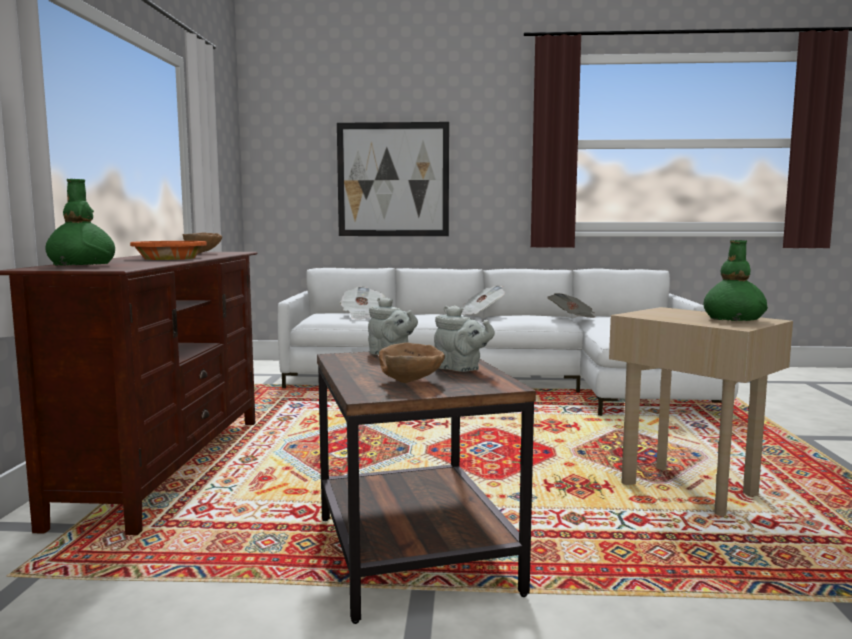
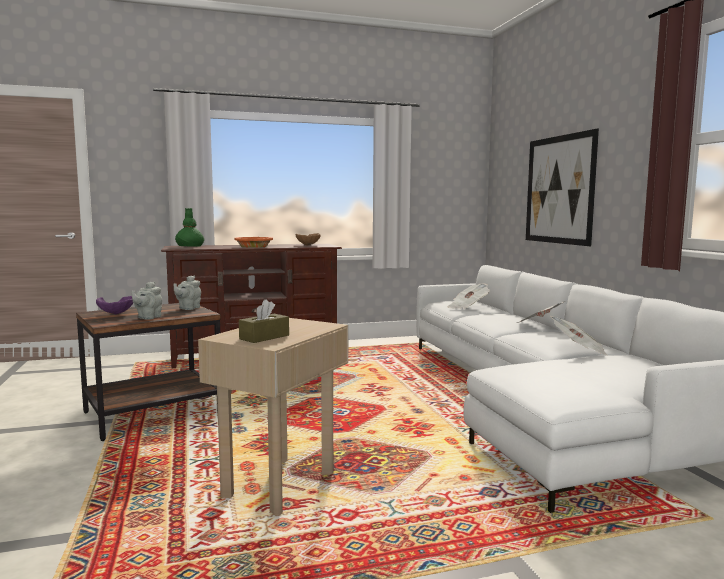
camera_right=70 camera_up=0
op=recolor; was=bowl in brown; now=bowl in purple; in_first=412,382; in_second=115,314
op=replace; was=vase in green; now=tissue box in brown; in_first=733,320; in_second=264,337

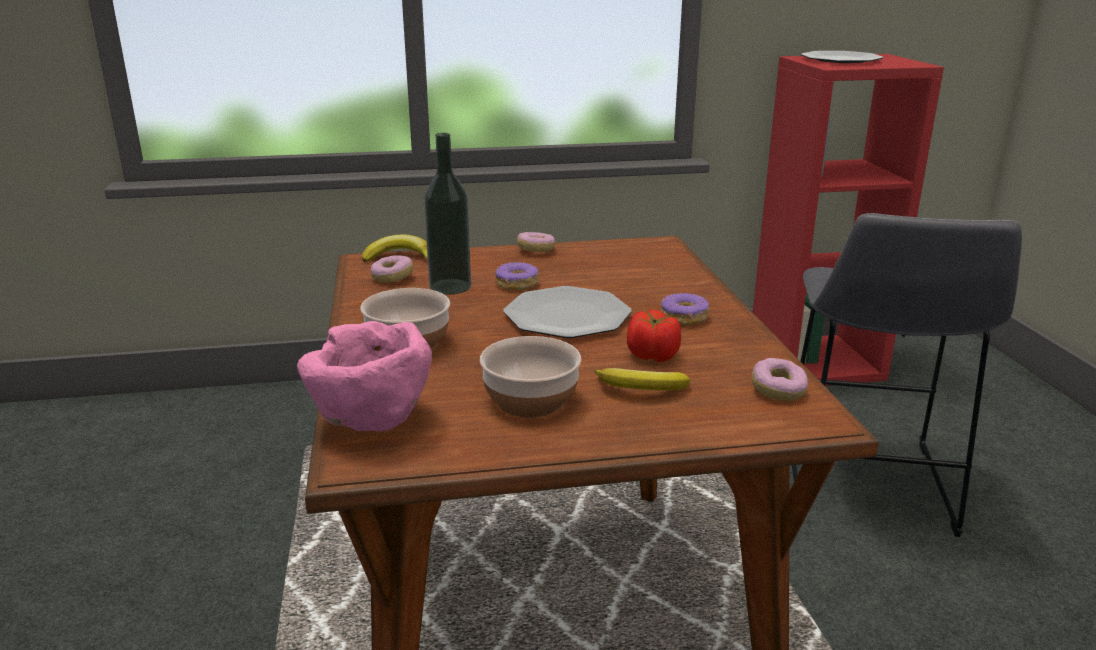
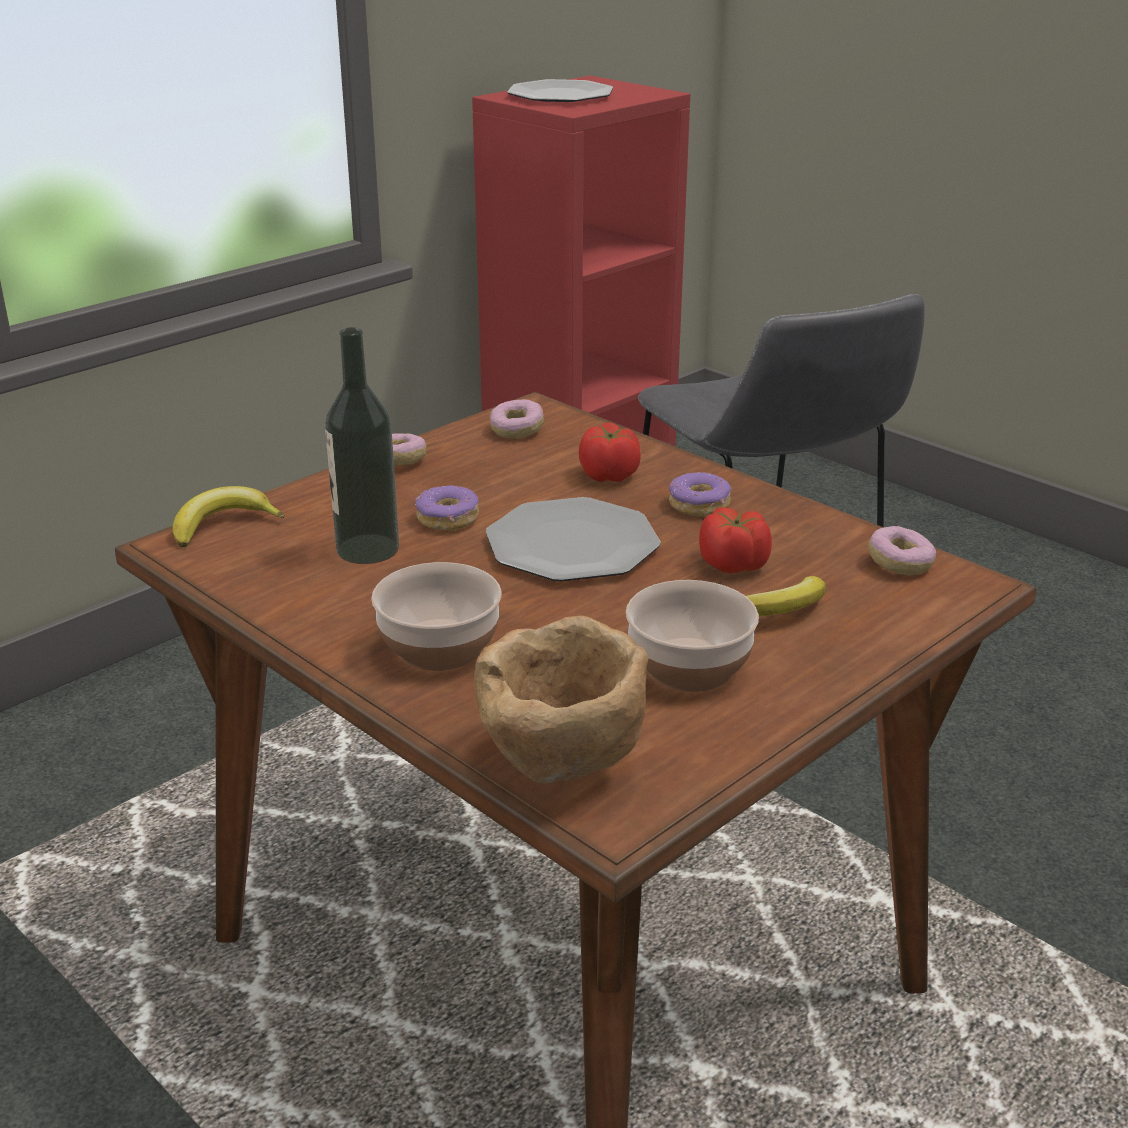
camera_right=-35 camera_up=5
op=recolor; was=bowl in pink; now=bowl in brown; in_first=372,424; in_second=561,766
op=move; was=donut; in_first=392,278; in_second=517,430
op=insert; now=tomato; in_second=609,475

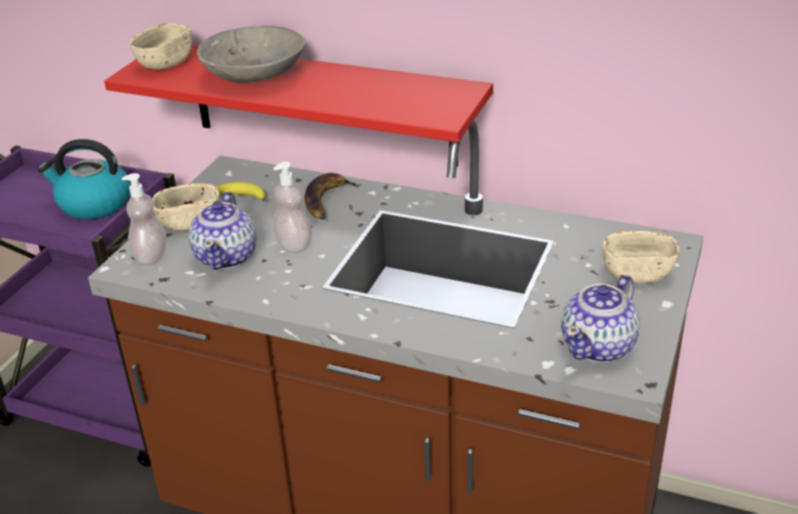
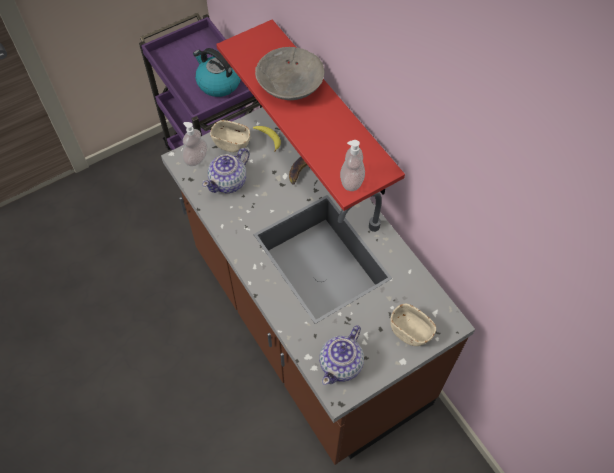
camera_right=35 camera_up=25
op=rotate; was=teapot; in_first=599,346; in_second=341,364; clockwise=-45
op=move; was=soap dispenser; in_first=294,245; in_second=351,181
op=delete; was=bowl in beige; in_first=165,62

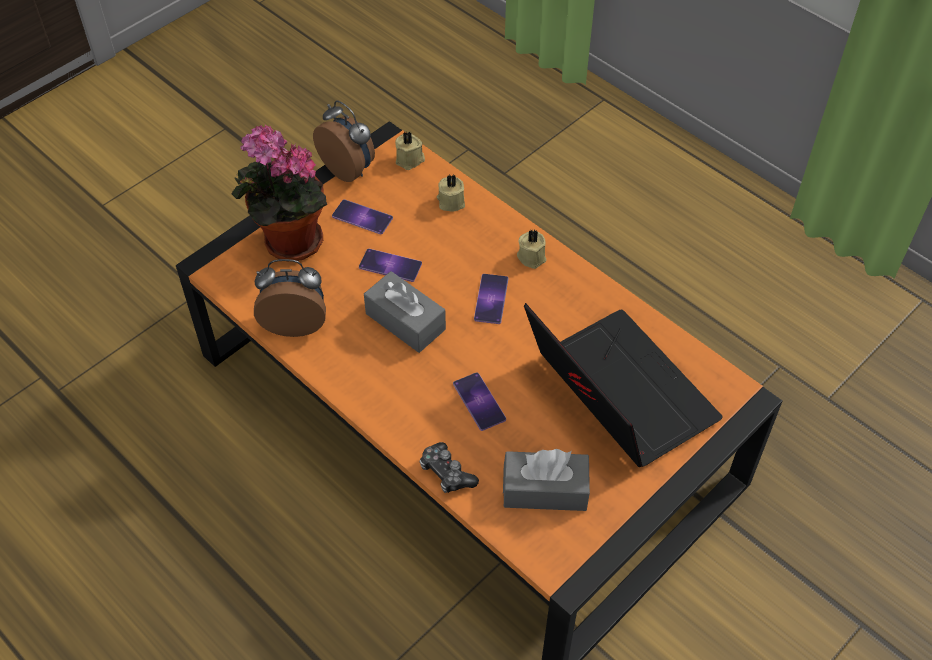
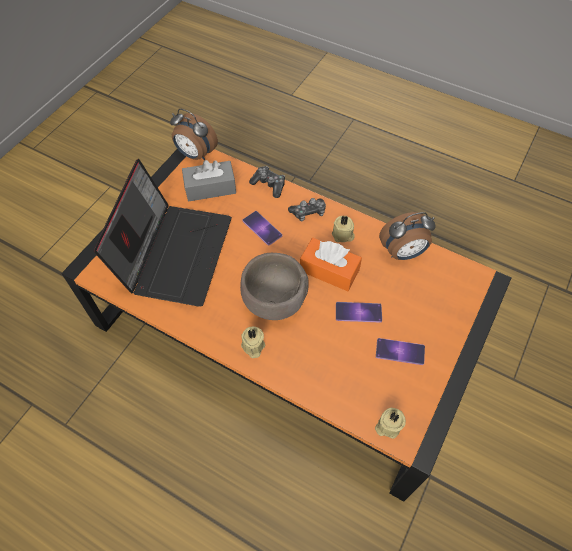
camera_right=165 camera_up=5
op=rotate; was=laptop; in_first=615,393; in_second=175,252; clockwise=-120
op=move; was=alarm clock; in_first=349,169; in_second=195,155
op=replace; was=phone; now=bowl in brown; in_first=491,299; in_second=274,302
op=insert; now=game controller; in_second=308,213
op=recolor; was=tissue box in grey; now=tissue box in orange; in_first=405,321; in_second=329,270
op=move; was=candle in beige; in_first=450,201; in_second=343,235
op=delete; was=potted plant; in_first=288,243

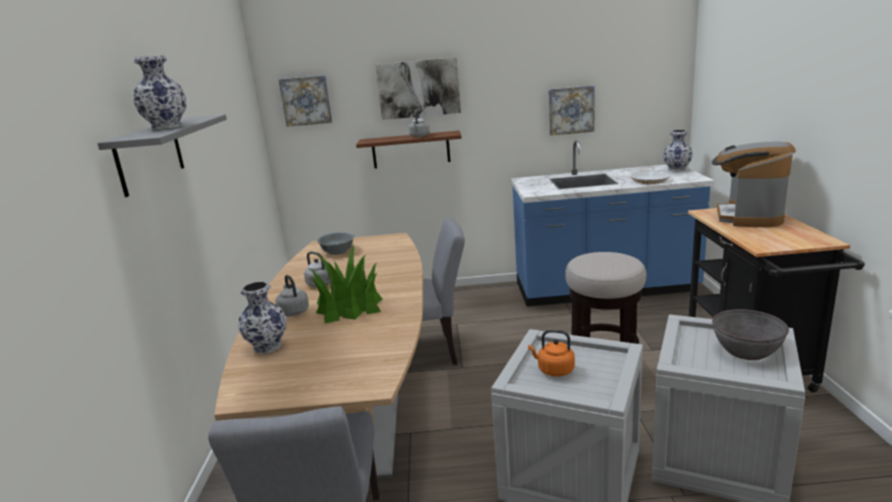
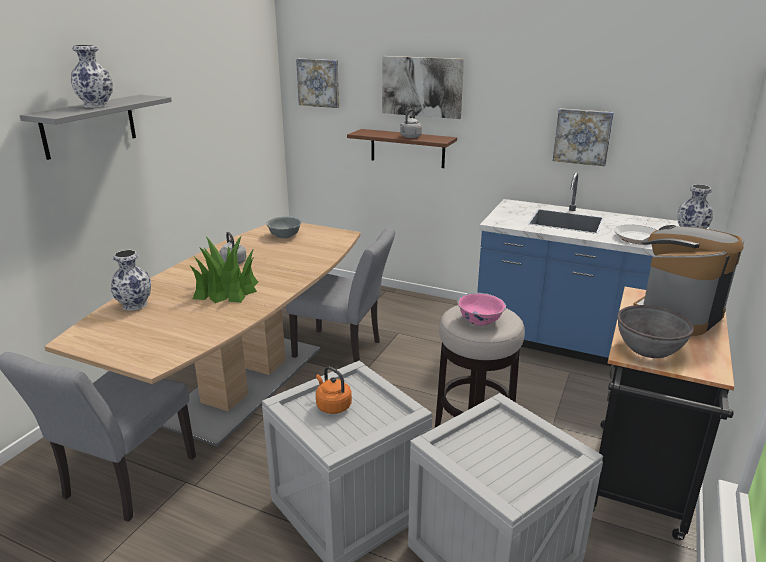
camera_right=25 camera_up=5
op=insert; now=bowl in pink; in_second=479,319
op=move; was=bowl in grey; in_first=747,351; in_second=649,348
op=delete; was=kettle in grey; in_first=293,311

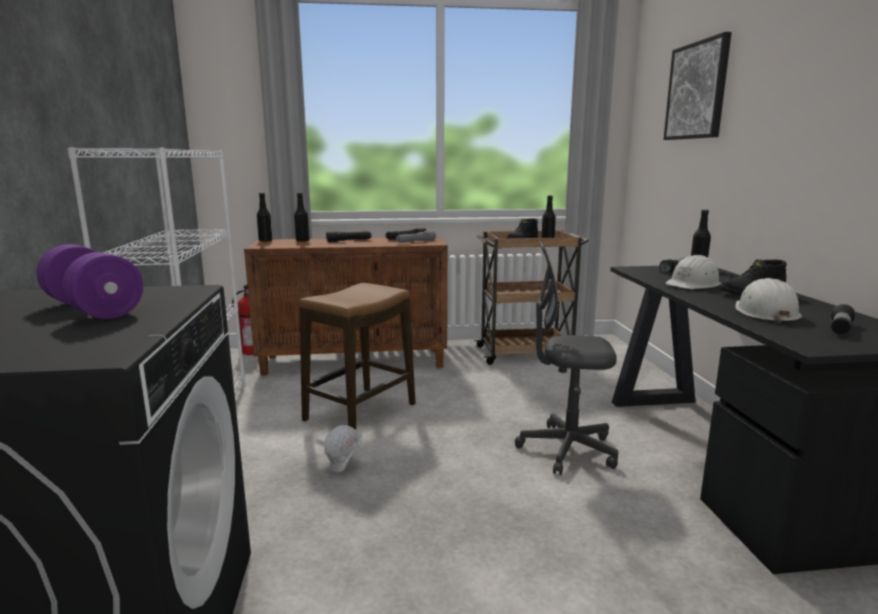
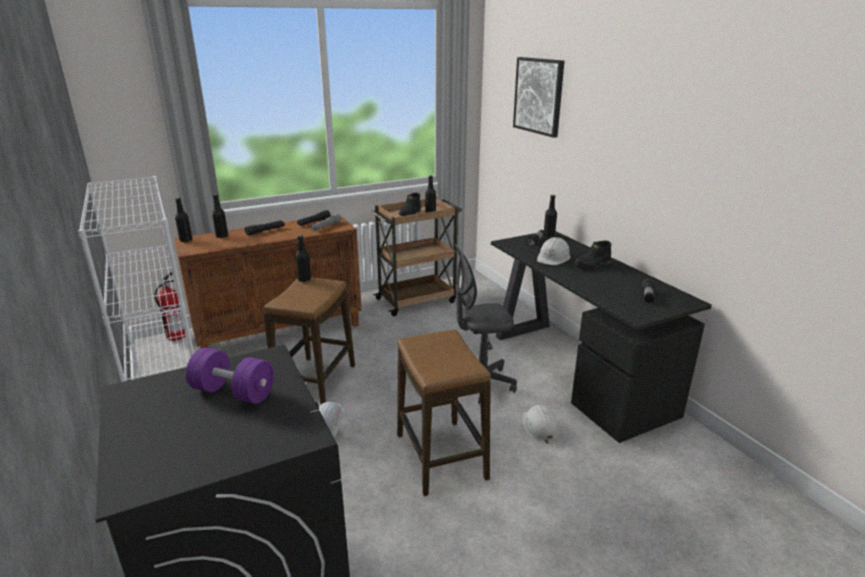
camera_right=-20 camera_up=10
op=insert; now=bottle in black; in_second=304,280
op=insert; now=stool; in_second=440,456
op=move; was=hard hat in white; in_first=765,312; in_second=539,427

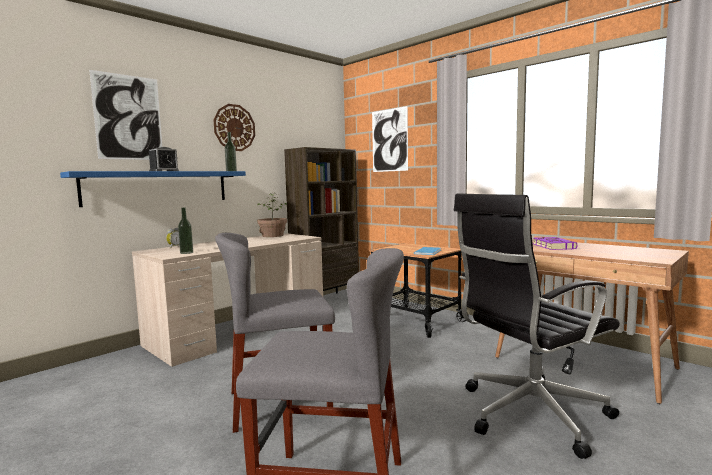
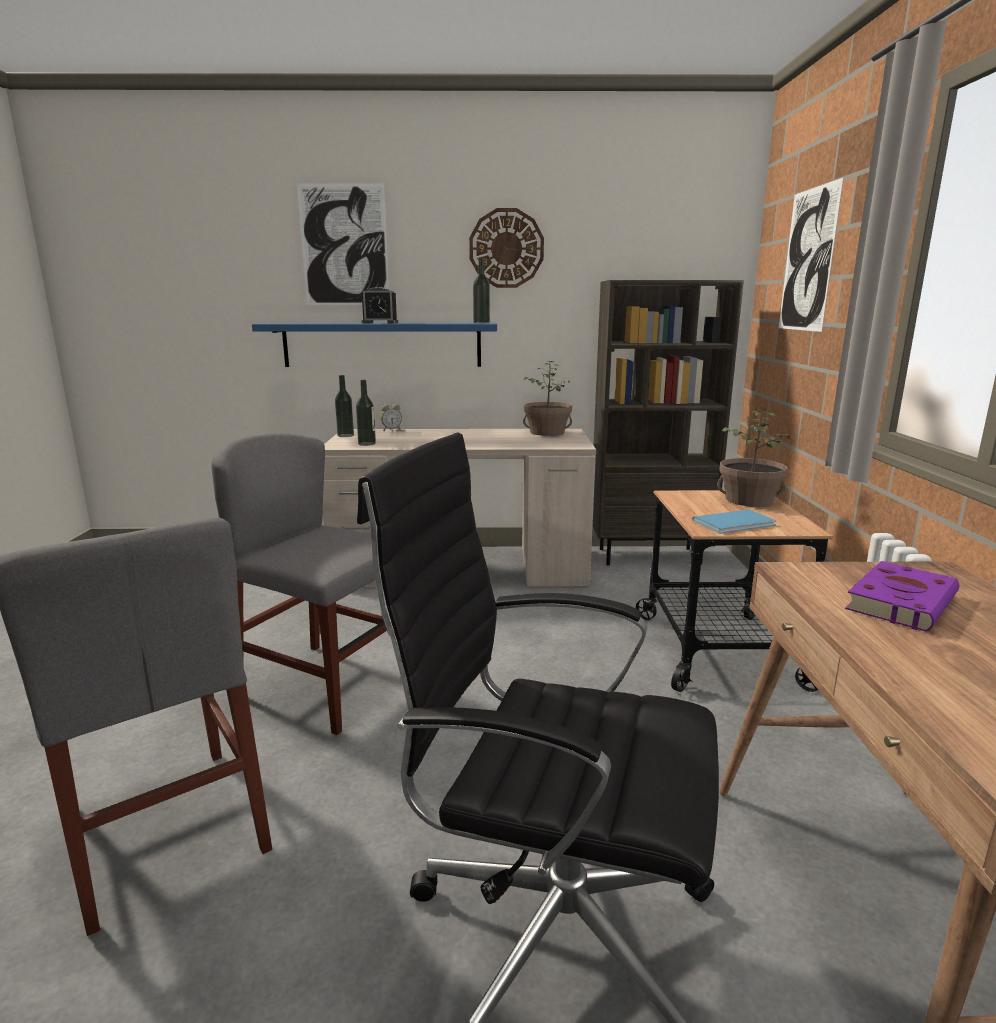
camera_right=45 camera_up=10
op=insert; now=bottle; in_second=345,435
op=insert; now=potted plant; in_second=749,500

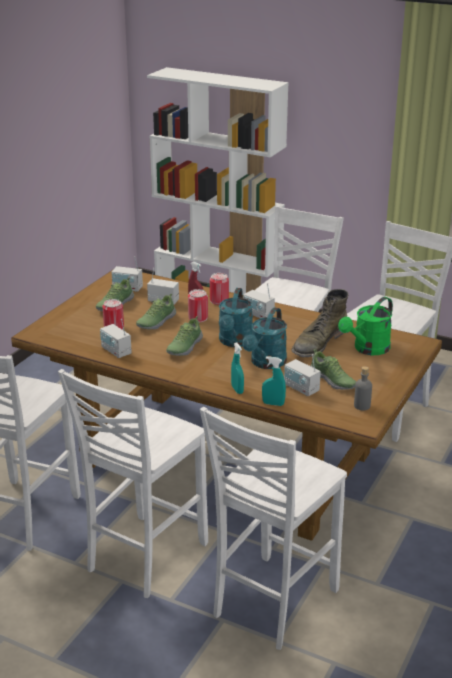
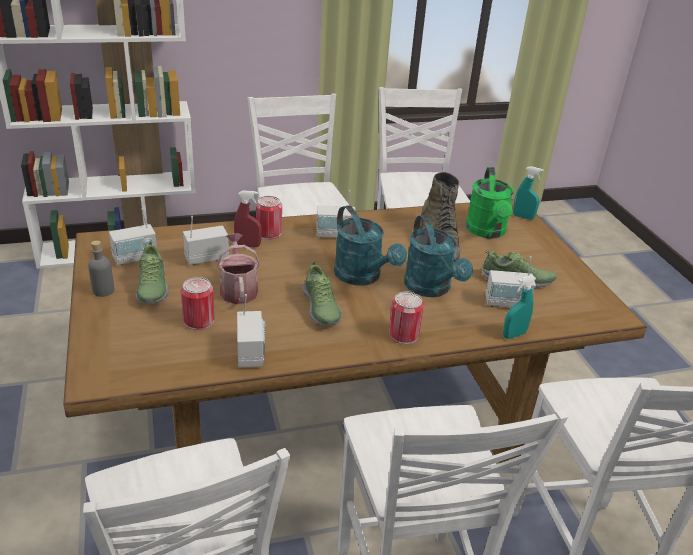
camera_right=-45 camera_up=5
op=move; was=bottle in grey; in_first=362,406; in_second=103,290
op=replace; was=shoe; now=watering can; in_first=156,322; in_second=238,289
op=rotate; was=radio; in_first=116,351; in_second=250,353; clockwise=-105
op=move; was=can; in_first=198,318; in_second=403,334
op=move; was=spray bottle in turquoise; in_first=237,390; in_second=523,217

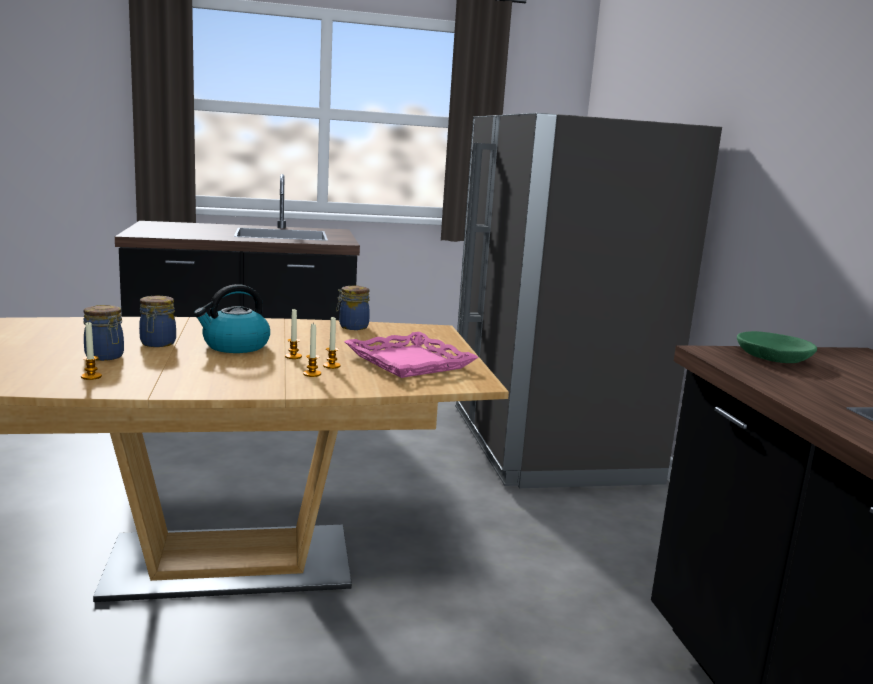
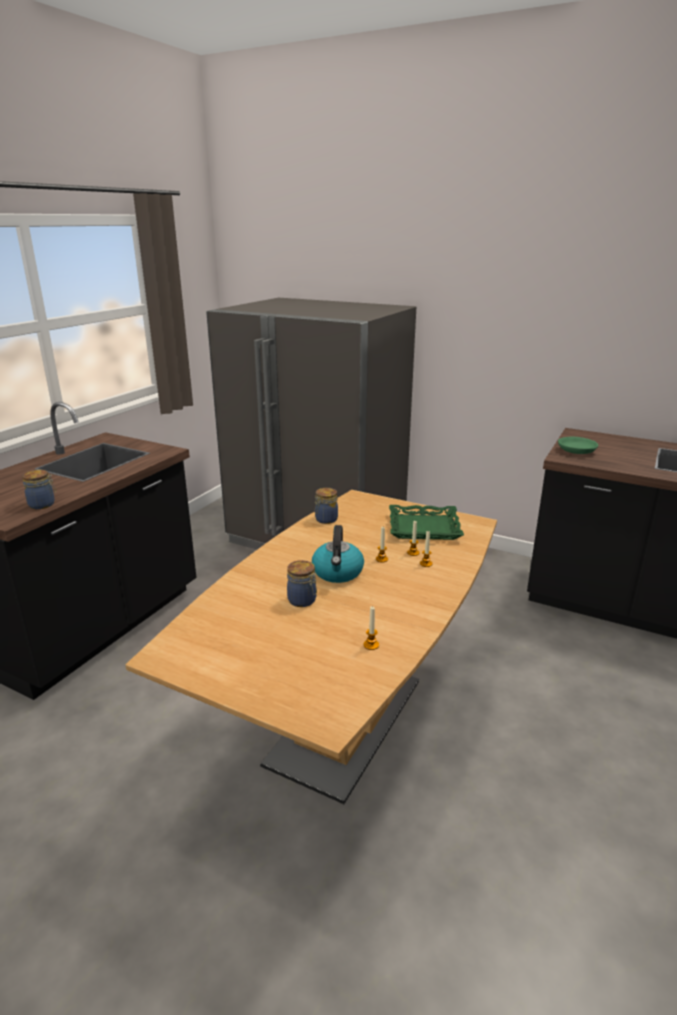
camera_right=-50 camera_up=10
op=move; was=jar; in_first=105,356; in_second=43,504
op=recolor; was=tray in pink; now=tray in green; in_first=408,362; in_second=424,528

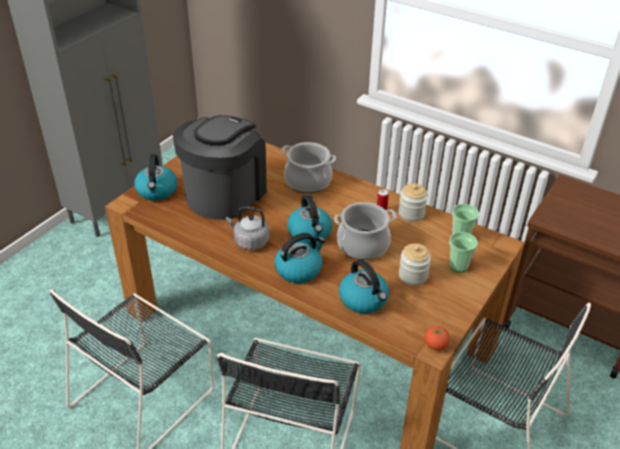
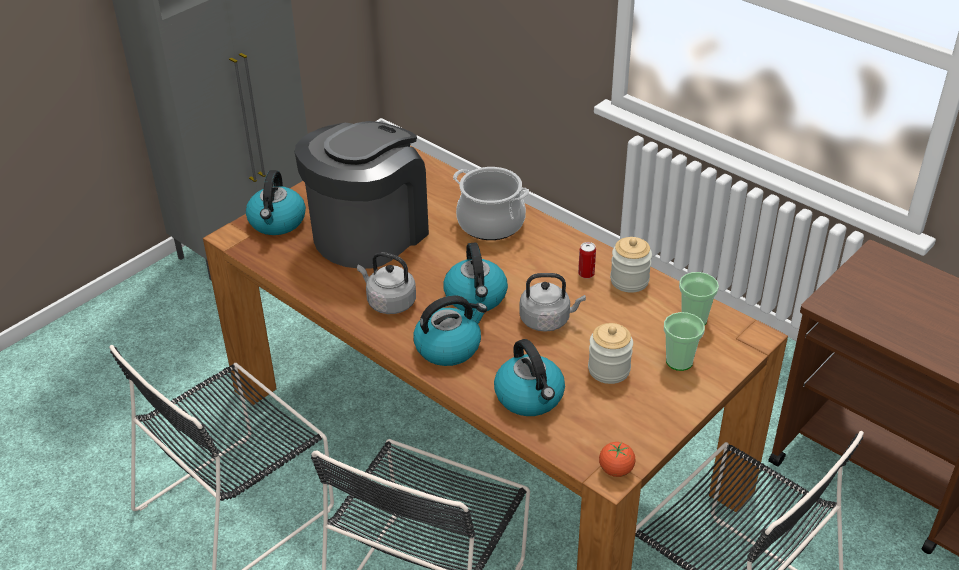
camera_right=10 camera_up=0
op=replace; was=cooking pot; now=kettle in grey; in_first=363,245; in_second=547,320

